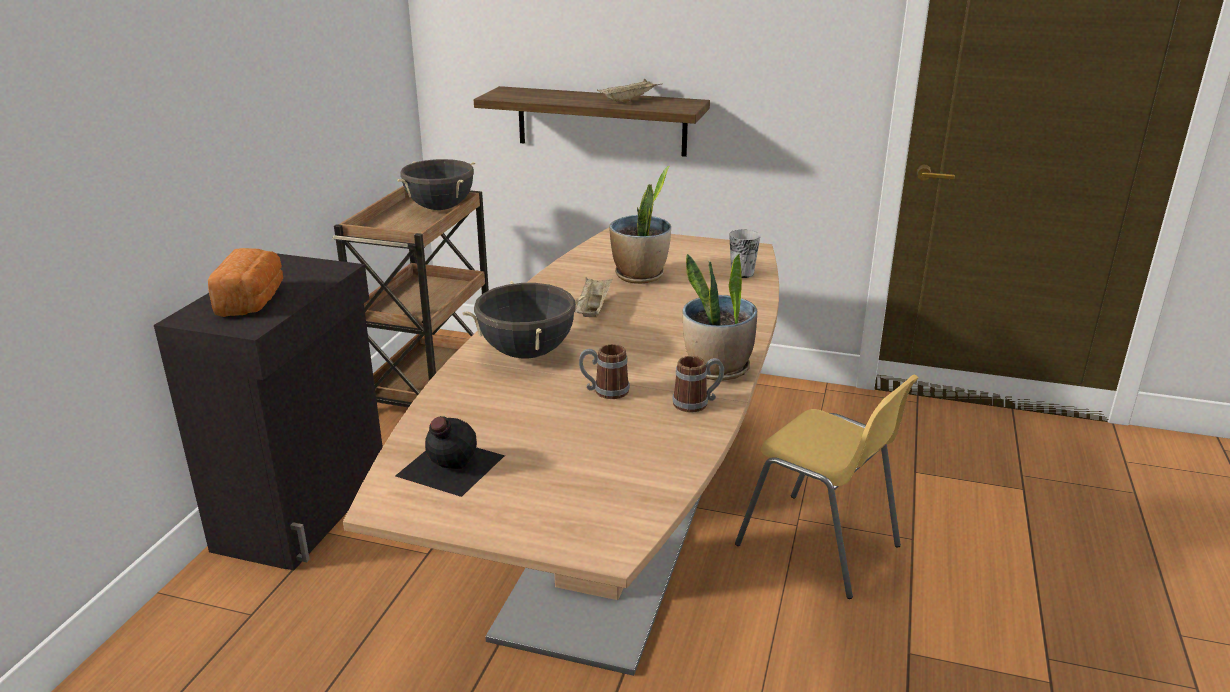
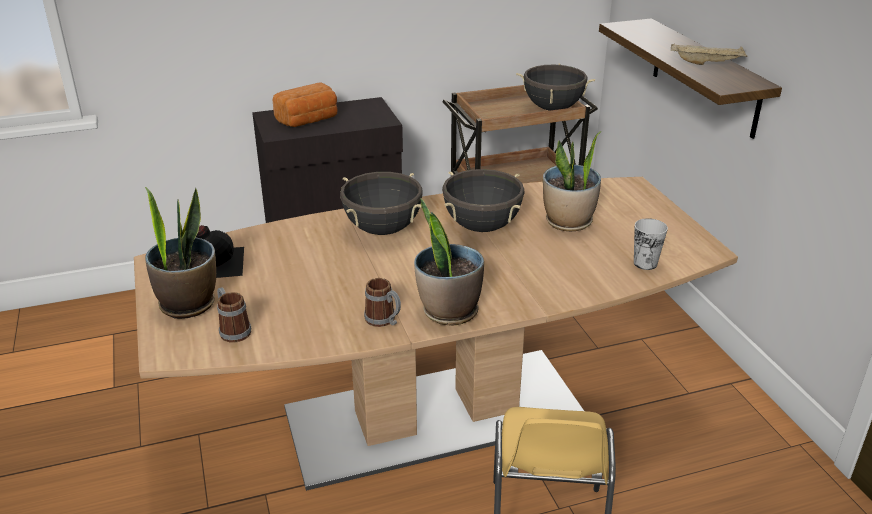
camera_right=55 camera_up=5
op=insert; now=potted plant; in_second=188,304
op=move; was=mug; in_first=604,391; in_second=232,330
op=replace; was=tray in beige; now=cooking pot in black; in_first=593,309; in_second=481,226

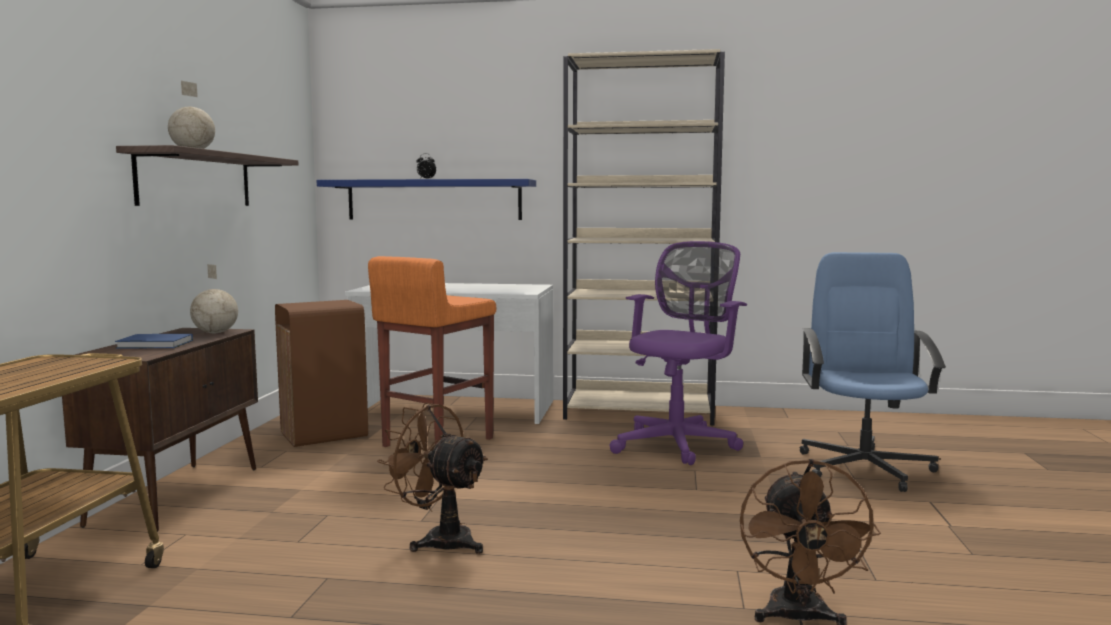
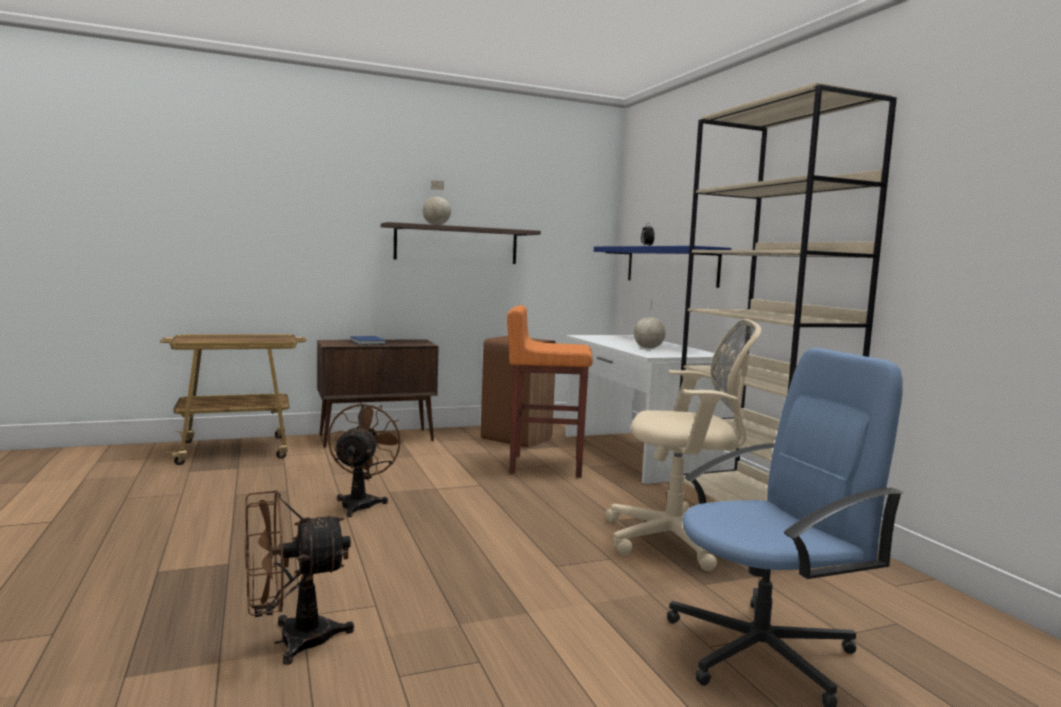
camera_right=60 camera_up=0
op=recolor; was=office chair in purple; now=office chair in beige; in_first=678,444; in_second=679,541
op=move; was=globe; in_first=215,333; in_second=648,348

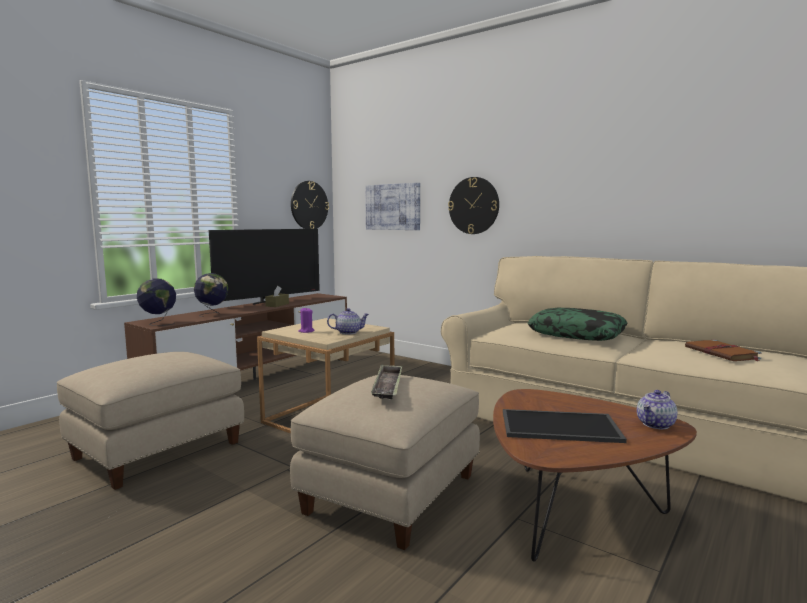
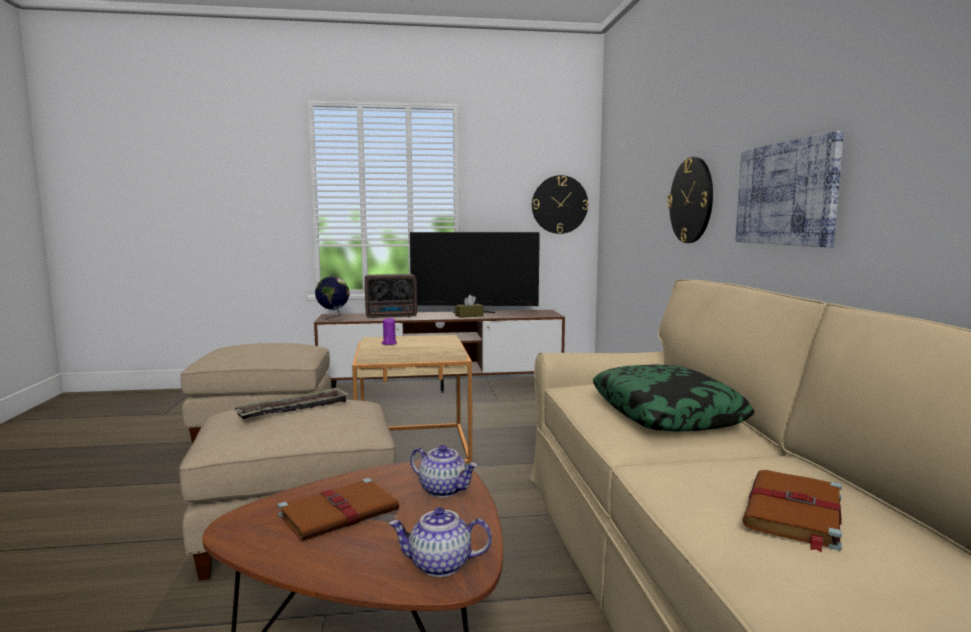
camera_right=45 camera_up=0
op=replace; was=tray; now=book in brown; in_first=559,427; in_second=340,512
op=replace; was=globe; now=radio; in_first=212,314; in_second=392,316
op=move; was=teapot; in_first=348,332; in_second=444,490
op=move; was=picture; in_first=393,207; in_second=786,193

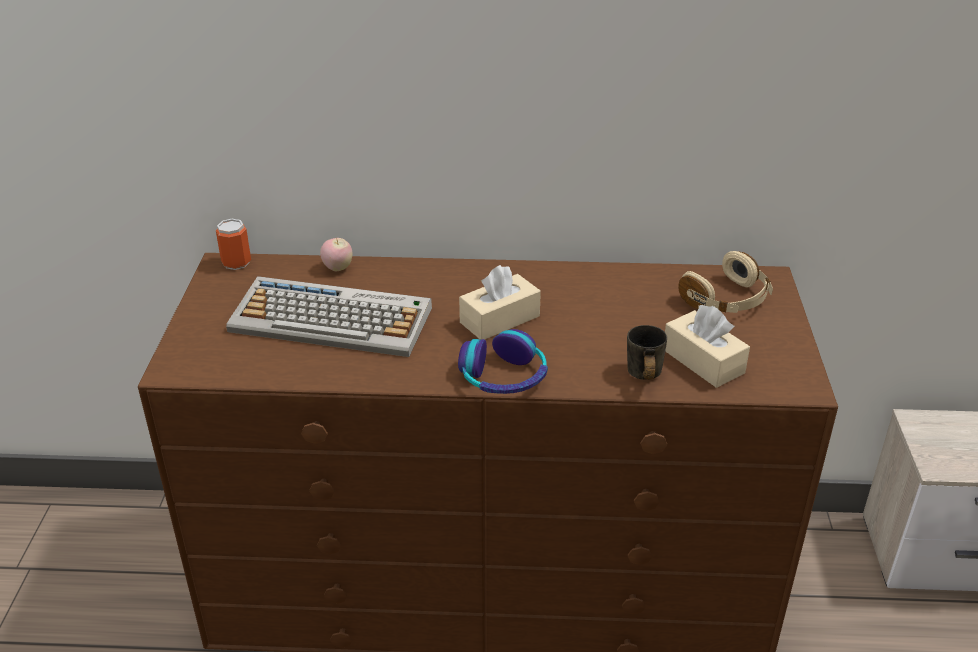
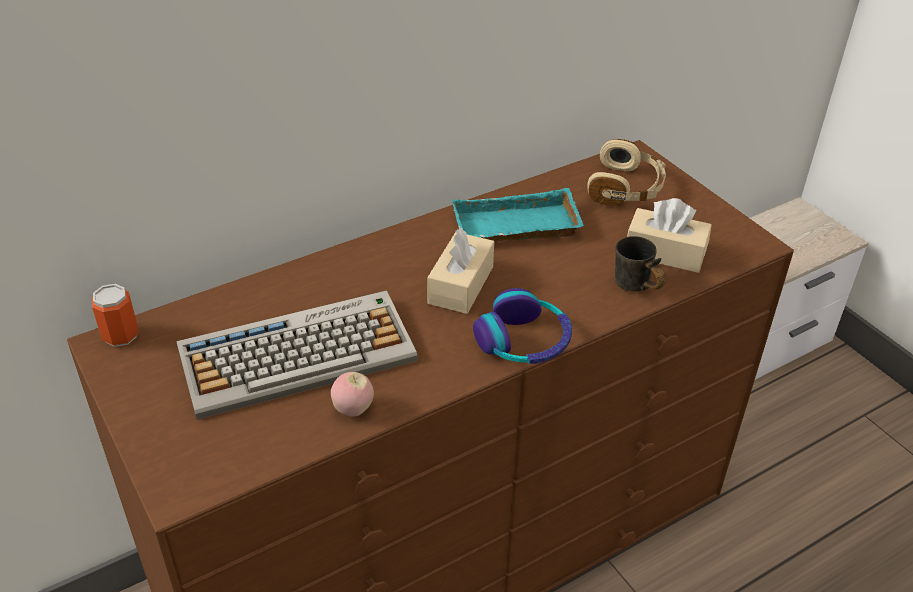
camera_right=-35 camera_up=5
op=move; was=apple; in_first=337,268; in_second=353,410
op=insert; now=tray in turquoise; in_second=514,228

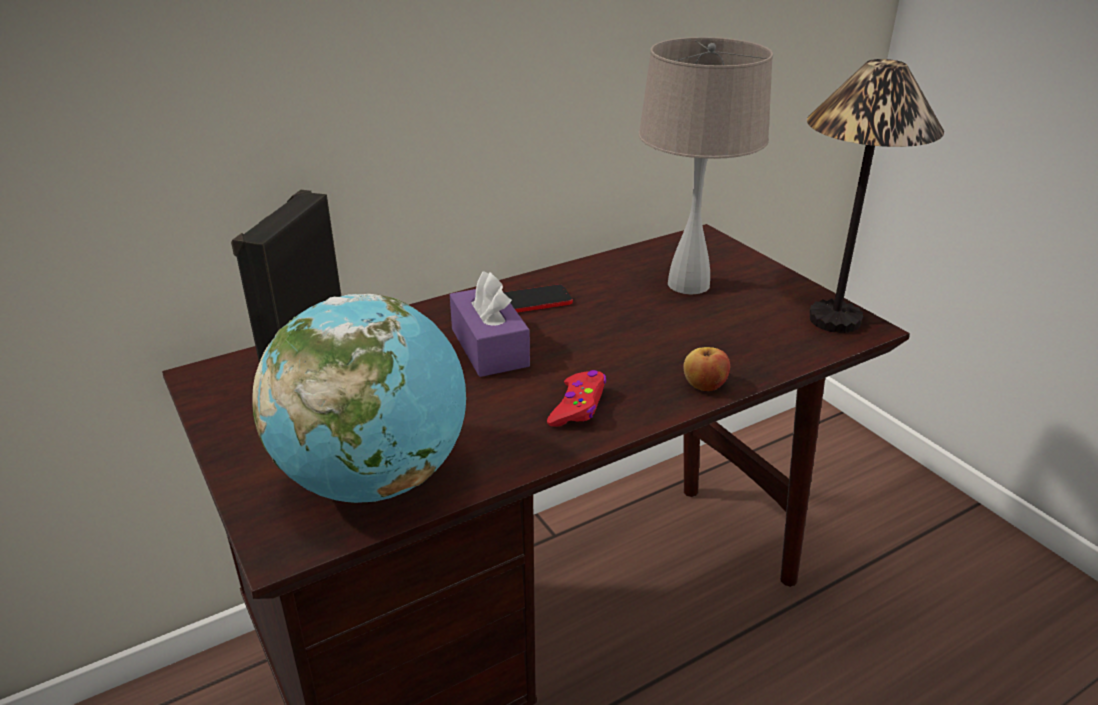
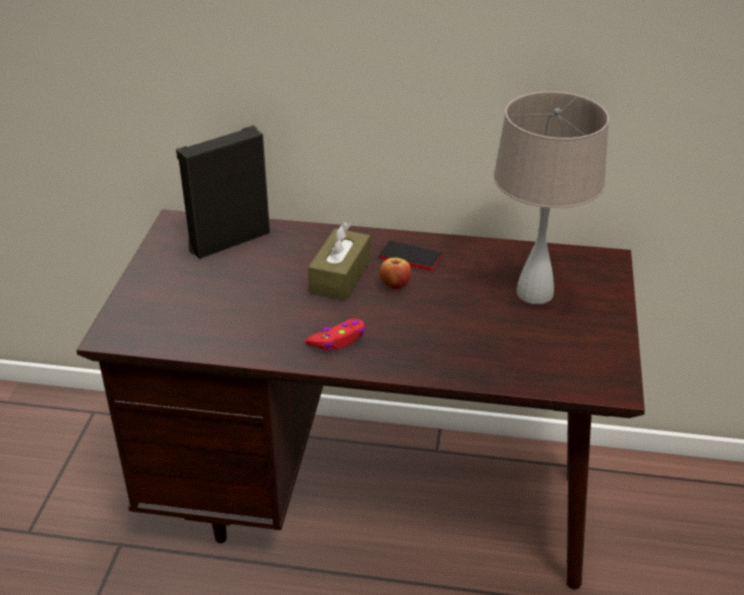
camera_right=40 camera_up=5
op=recolor; was=tissue box in purple; now=tissue box in brown; in_first=489,347; in_second=340,276
op=move; was=apple; in_first=704,385; in_second=395,284
op=delete; was=globe; in_first=375,479
op=delete; was=table lamp; in_first=833,320

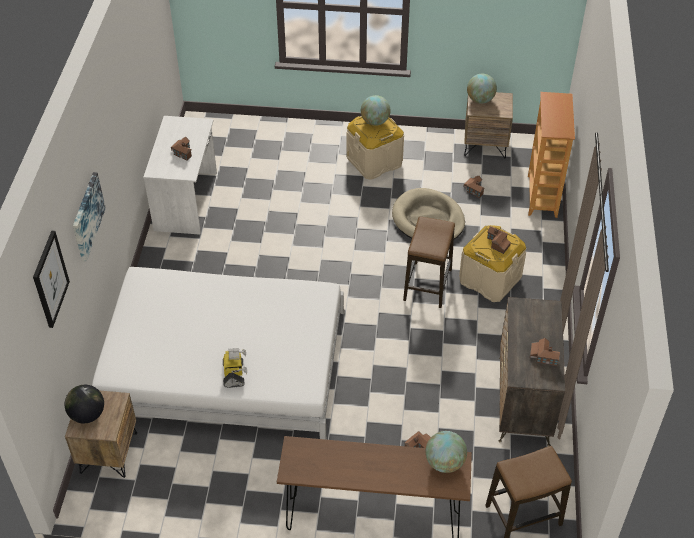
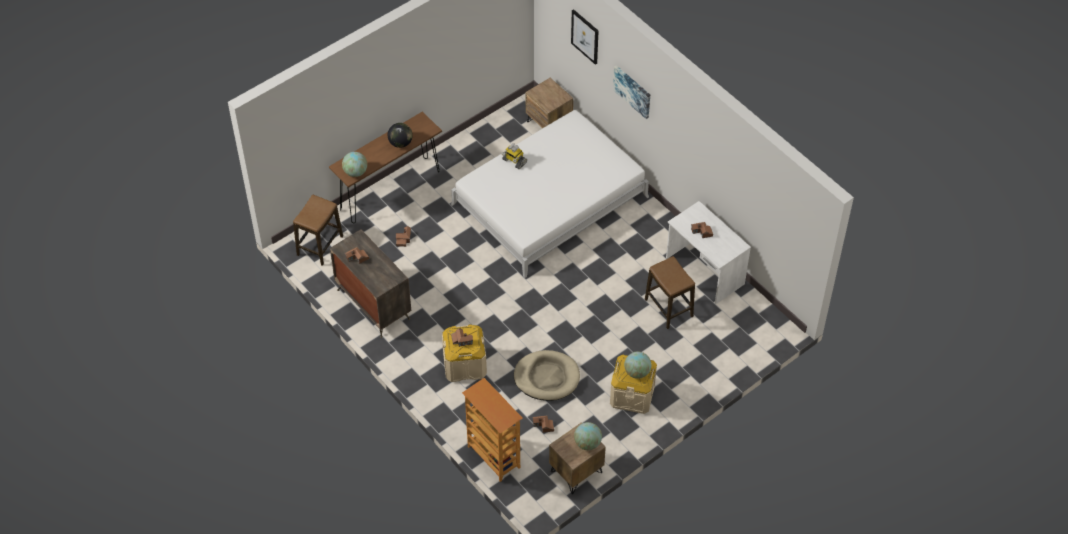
camera_right=135 camera_up=5
op=move; was=globe; in_first=87,415; in_second=400,143
op=move; was=stool; in_first=427,285; in_second=668,308

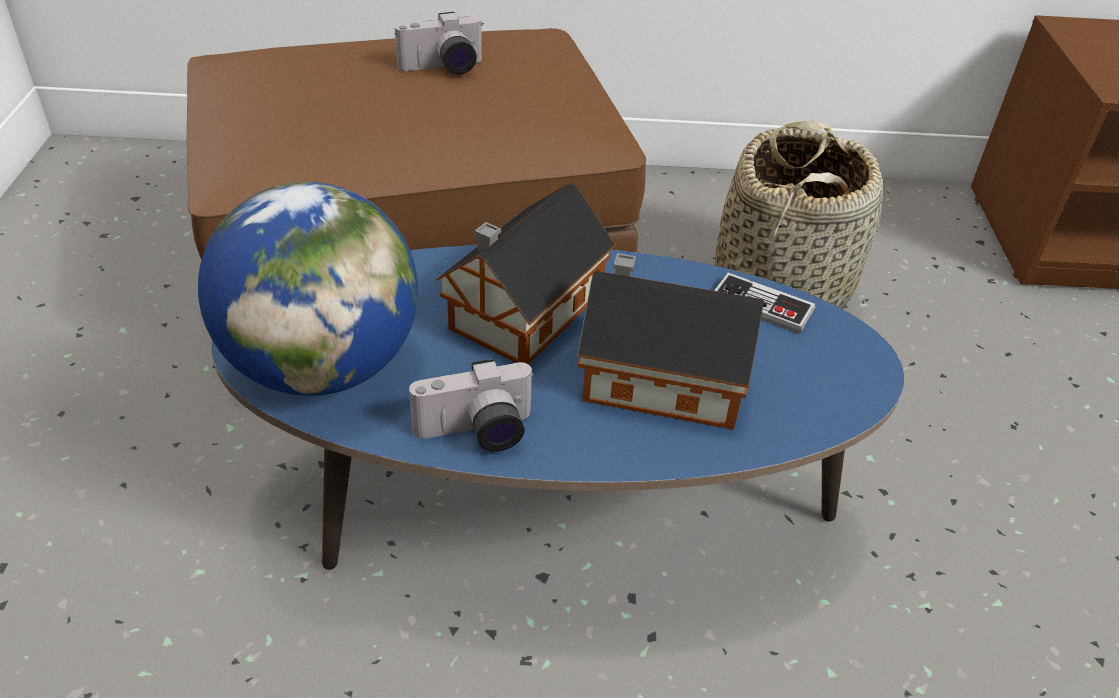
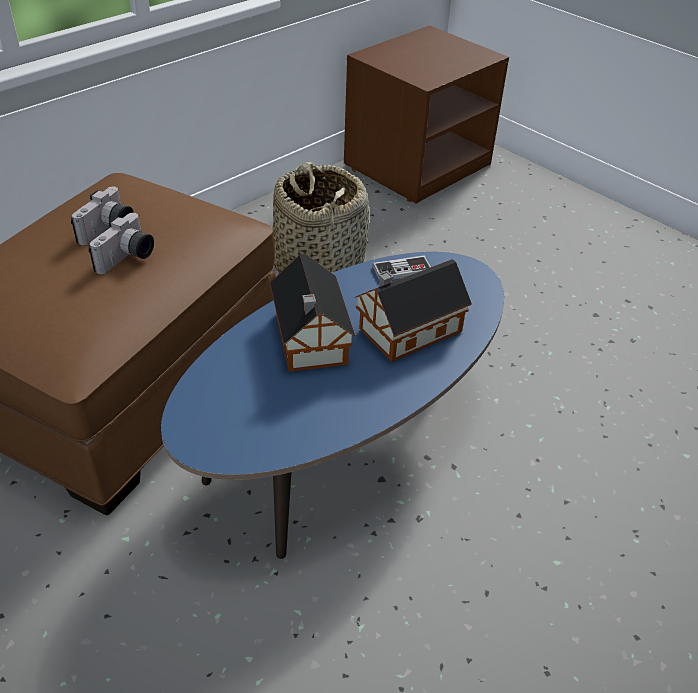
camera_right=-45 camera_up=0
op=move; was=photo camera; in_first=477,434; in_second=127,259
op=delete; was=globe; in_first=322,366

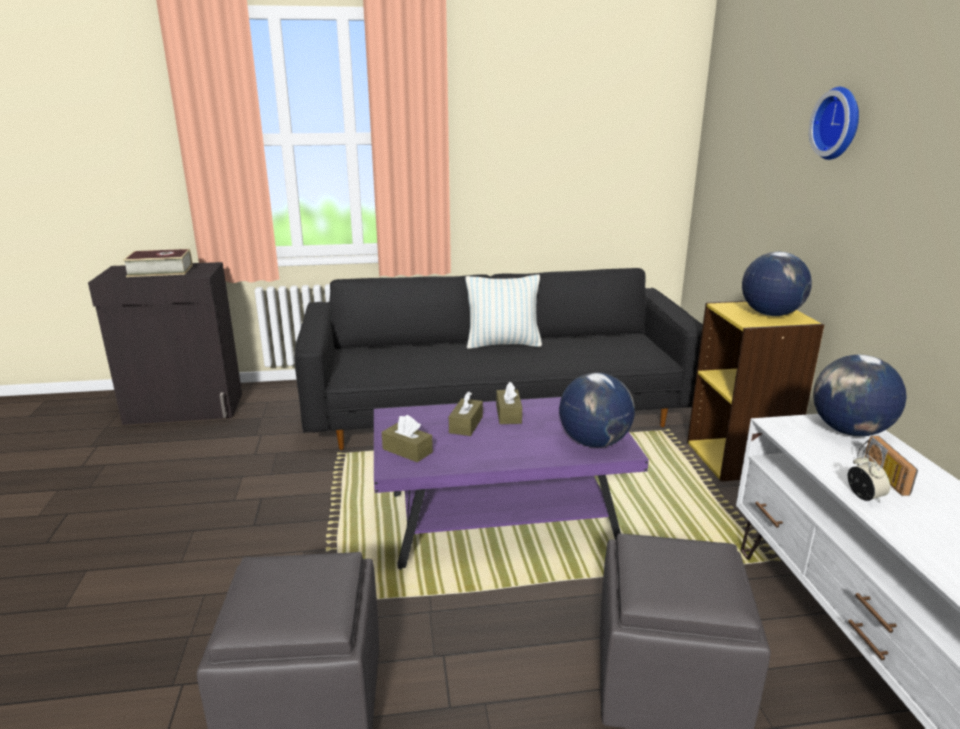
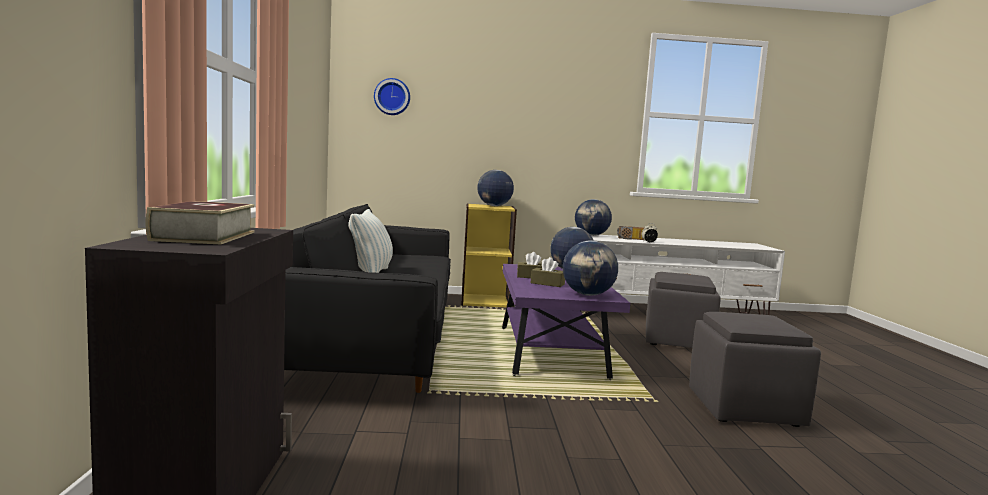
camera_right=-85 camera_up=-15
op=move; was=wall clock; in_first=839,123; in_second=392,97
op=replace; was=tissue box in brown; now=globe; in_first=407,450; in_second=588,295

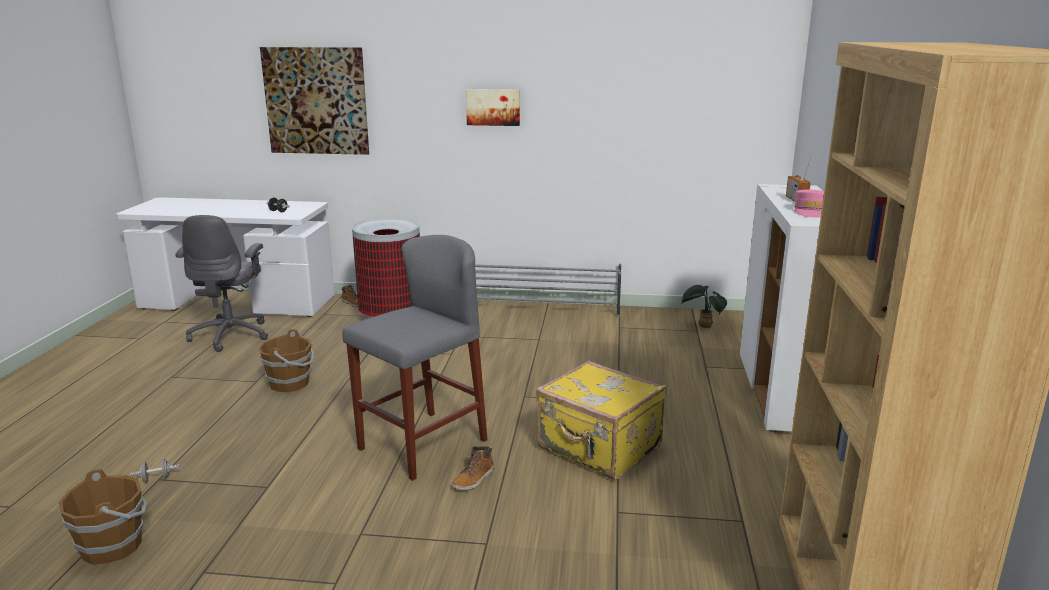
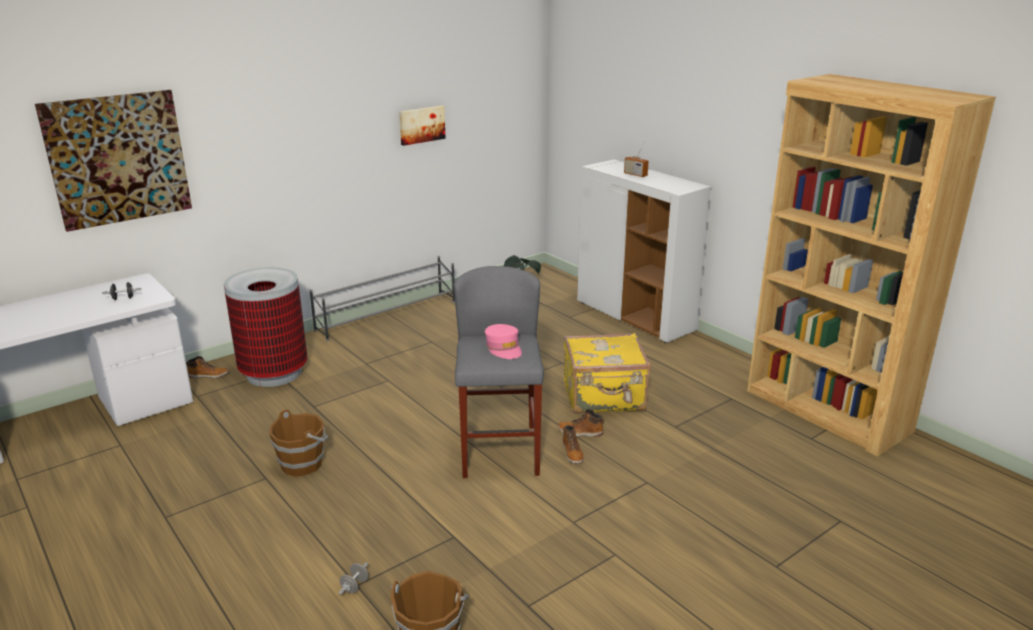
camera_right=-45 camera_up=5
op=move; was=picture; in_first=493,107; in_second=421,125
op=move; was=cap in pink; in_first=811,211; in_second=503,348
op=insert; now=boot; in_second=580,432
op=delete; was=office chair in grey; in_first=231,335

